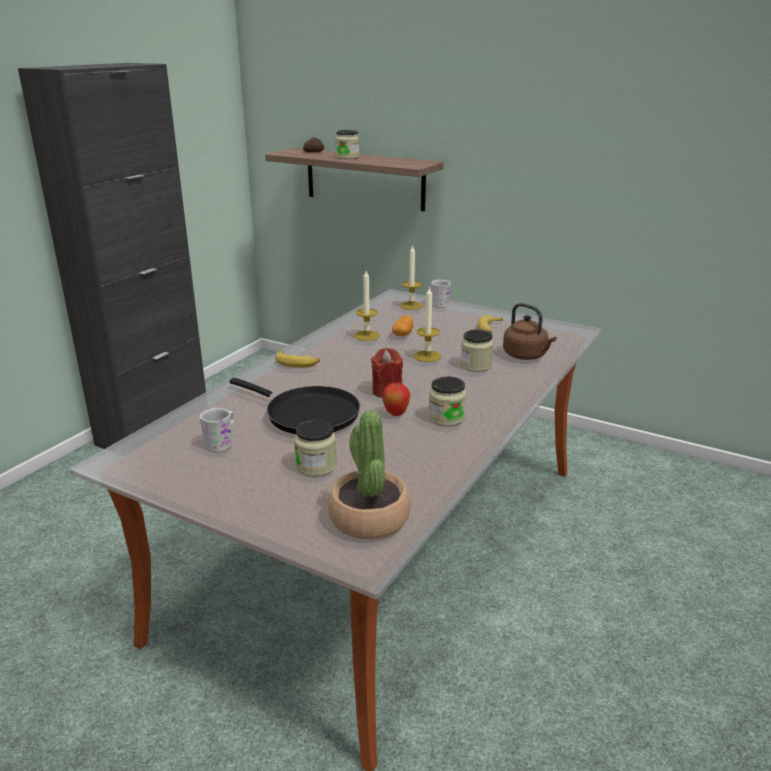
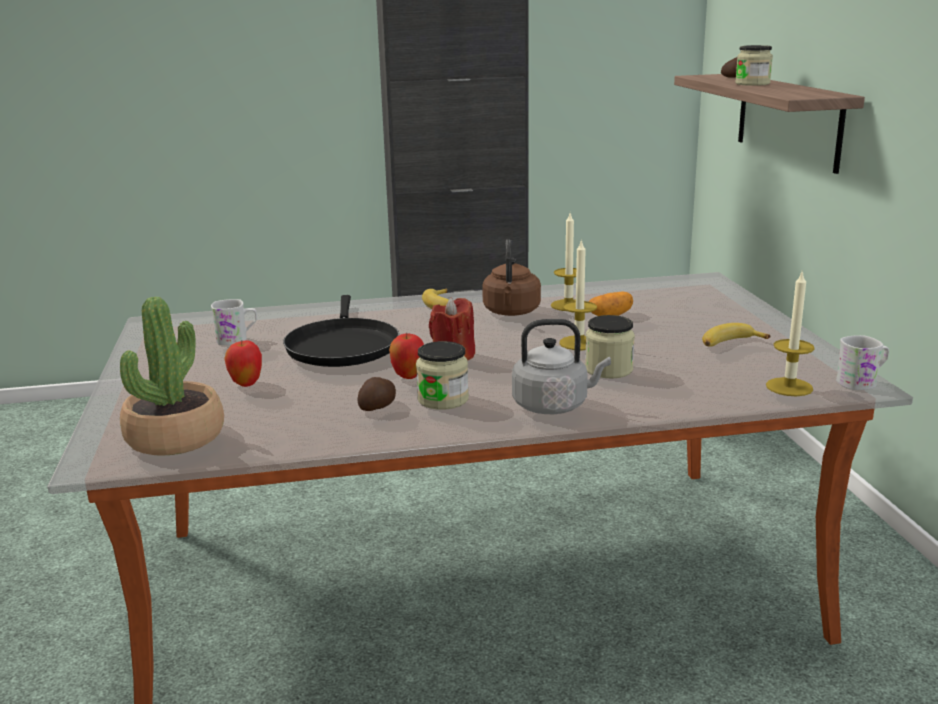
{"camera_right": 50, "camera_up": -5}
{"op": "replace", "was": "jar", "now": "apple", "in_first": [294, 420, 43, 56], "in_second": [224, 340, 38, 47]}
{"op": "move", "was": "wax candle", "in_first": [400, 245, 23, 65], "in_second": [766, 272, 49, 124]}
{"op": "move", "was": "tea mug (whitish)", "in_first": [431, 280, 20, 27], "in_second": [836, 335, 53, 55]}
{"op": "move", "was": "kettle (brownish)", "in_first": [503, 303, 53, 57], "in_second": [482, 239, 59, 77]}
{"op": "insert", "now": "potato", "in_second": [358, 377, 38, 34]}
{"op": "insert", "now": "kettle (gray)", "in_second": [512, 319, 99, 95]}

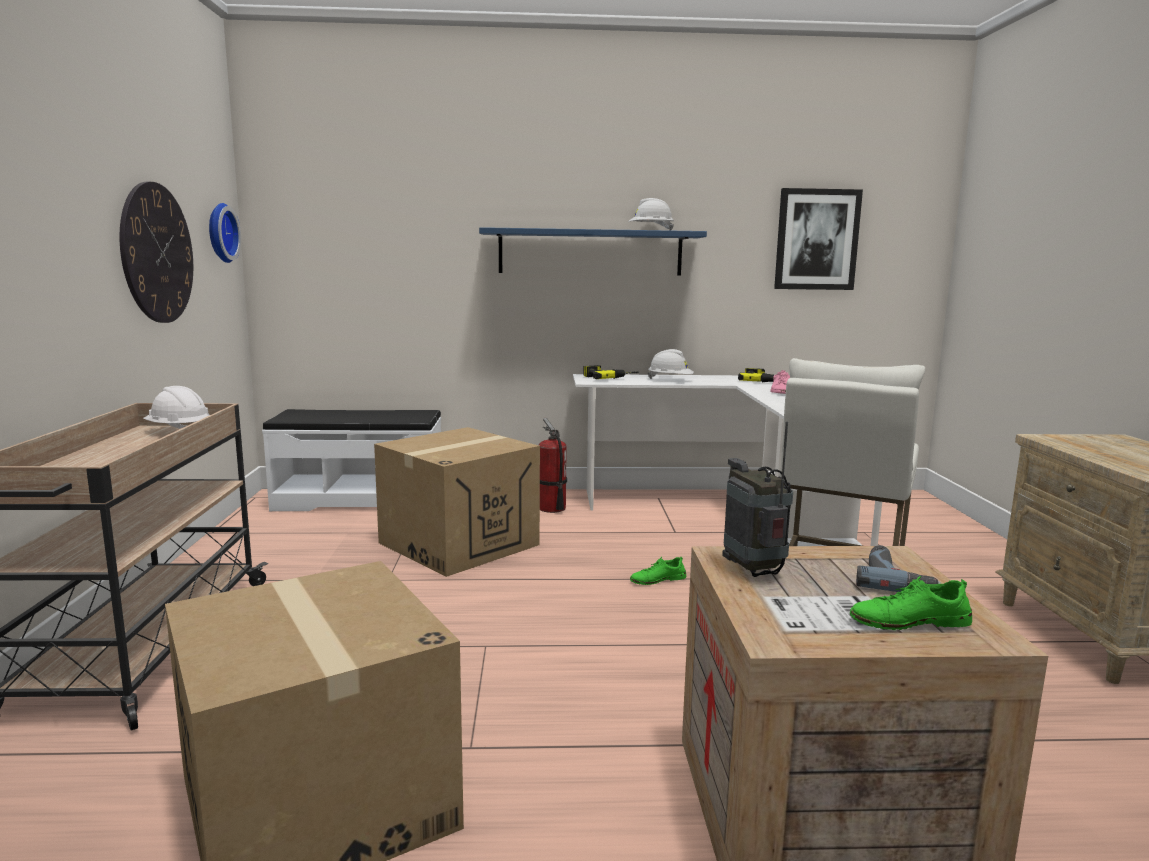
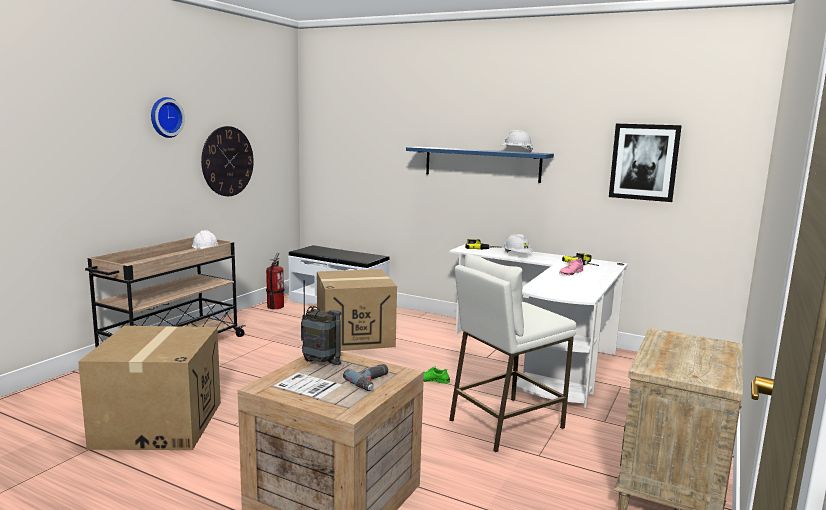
{"camera_right": 30, "camera_up": 0}
{"op": "move", "was": "wall clock", "in_first": [209, 203, 32, 60], "in_second": [151, 97, 34, 41]}
{"op": "move", "was": "fire-fighting cylinder", "in_first": [539, 418, 28, 95], "in_second": [266, 253, 18, 56]}
{"op": "rotate", "was": "radio receiver", "in_first": [722, 421, 71, 156], "in_second": [301, 280, 41, 85], "clockwise": 105}
{"op": "delete", "was": "low shoe (green-coloured)", "in_first": [850, 576, 122, 54]}

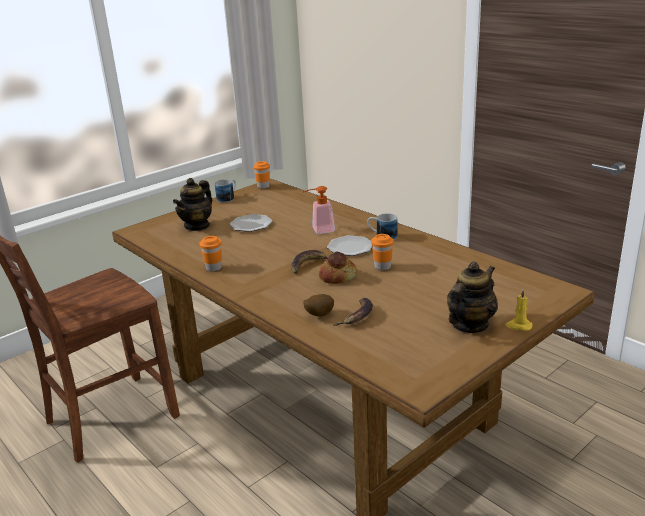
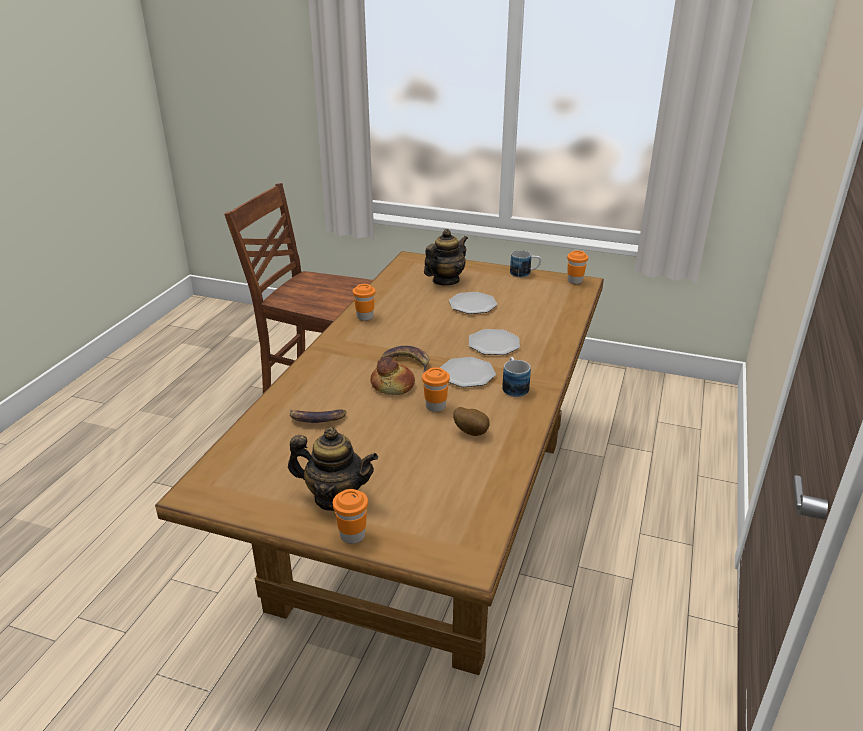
{"camera_right": 60, "camera_up": 5}
{"op": "rotate", "was": "teapot", "in_first": [173, 178, 39, 53], "in_second": [424, 229, 44, 57], "clockwise": 135}
{"op": "replace", "was": "liquid soap bottle", "now": "flat dish", "in_first": [302, 186, 33, 48], "in_second": [469, 329, 51, 26]}
{"op": "move", "was": "potato", "in_first": [303, 294, 31, 22], "in_second": [453, 407, 36, 29]}
{"op": "replace", "was": "wax candle (yellow-coloured)", "now": "drinking cup (orangey)", "in_first": [505, 289, 27, 42], "in_second": [333, 489, 35, 55]}

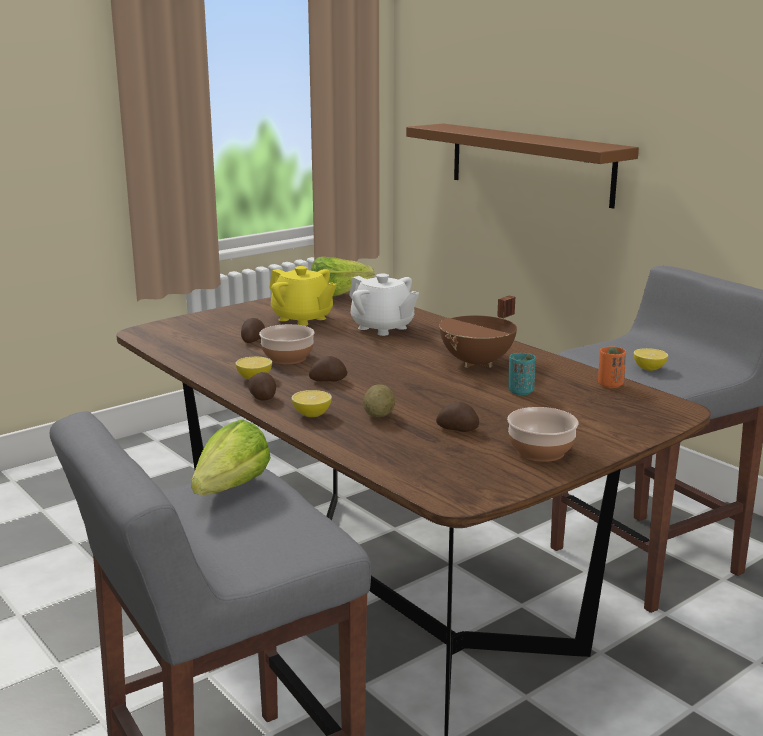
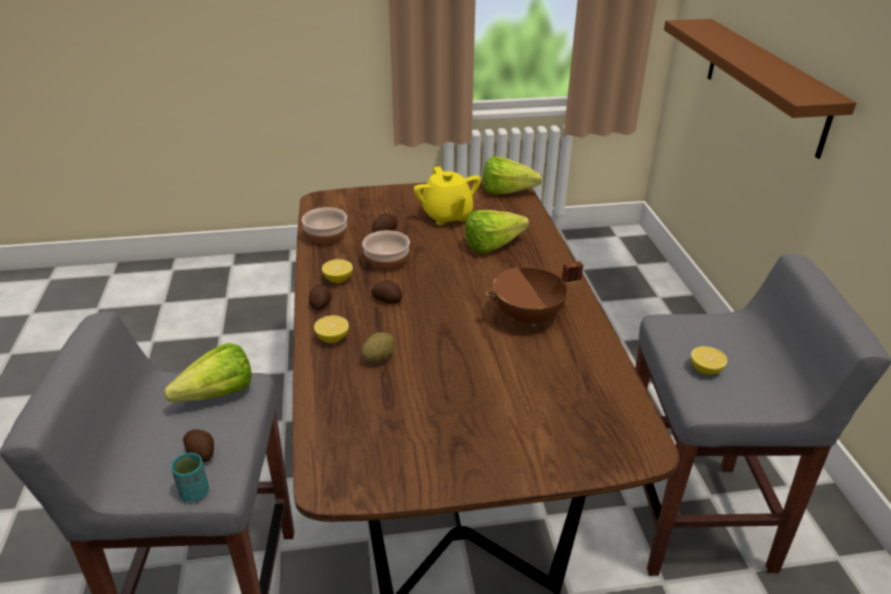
{"camera_right": 30, "camera_up": 15}
{"op": "replace", "was": "teapot (whitish)", "now": "lettuce head", "in_first": [349, 273, 70, 63], "in_second": [465, 210, 64, 43]}
{"op": "move", "was": "potato", "in_first": [436, 402, 43, 30], "in_second": [183, 429, 31, 33]}
{"op": "move", "was": "deep dish", "in_first": [507, 407, 71, 55], "in_second": [302, 207, 45, 38]}
{"op": "move", "was": "drinking cup (blue-green)", "in_first": [508, 353, 28, 42], "in_second": [171, 453, 38, 49]}
{"op": "delete", "was": "drinking cup (orangey)", "in_first": [598, 346, 28, 42]}

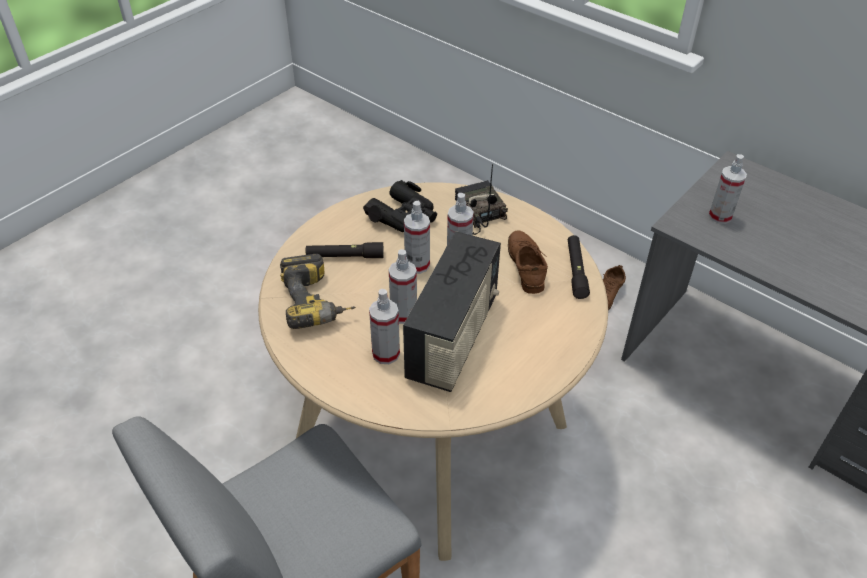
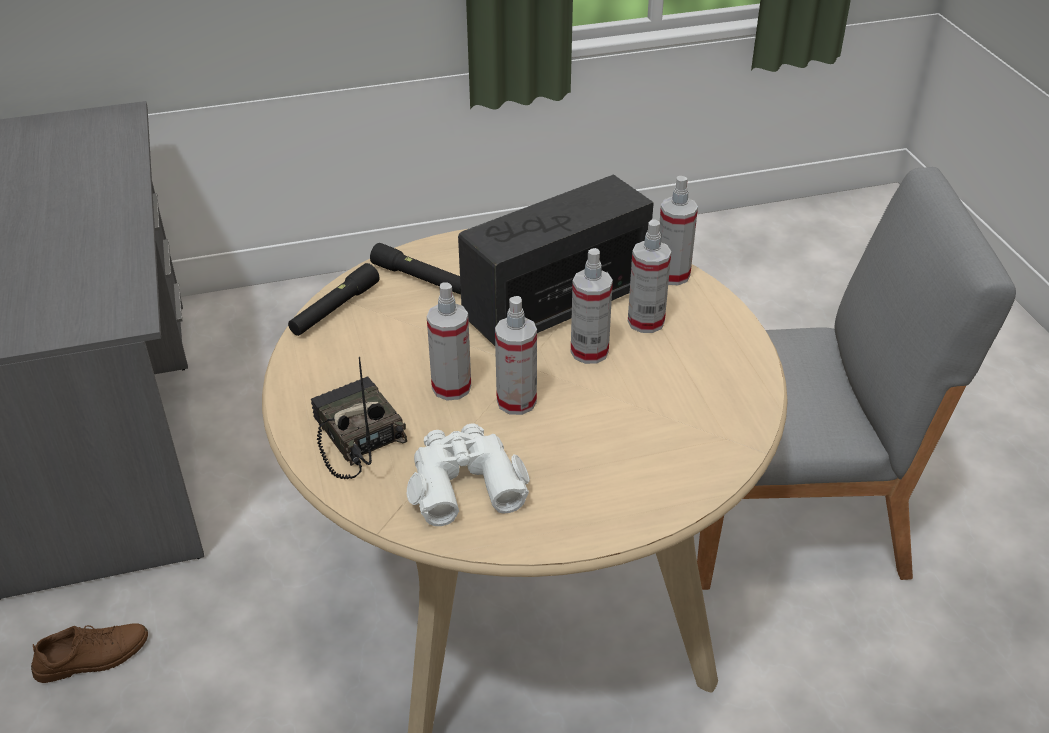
{"camera_right": -145, "camera_up": -5}
{"op": "delete", "was": "drill", "in_first": [280, 254, 76, 75]}
{"op": "move", "was": "flashlight (black)", "in_first": [306, 242, 78, 16], "in_second": [370, 243, 91, 52]}
{"op": "recolor", "was": "field glasses (black)", "now": "field glasses (whitish)", "in_first": [363, 180, 74, 52], "in_second": [407, 424, 123, 102]}
{"op": "rotate", "was": "radio receiver", "in_first": [455, 164, 53, 71], "in_second": [311, 357, 96, 122], "clockwise": 135}
{"op": "delete", "was": "low shoe (brownish)", "in_first": [508, 231, 40, 63]}
{"op": "move", "was": "sprayer", "in_first": [708, 154, 39, 70], "in_second": [659, 176, 39, 109]}

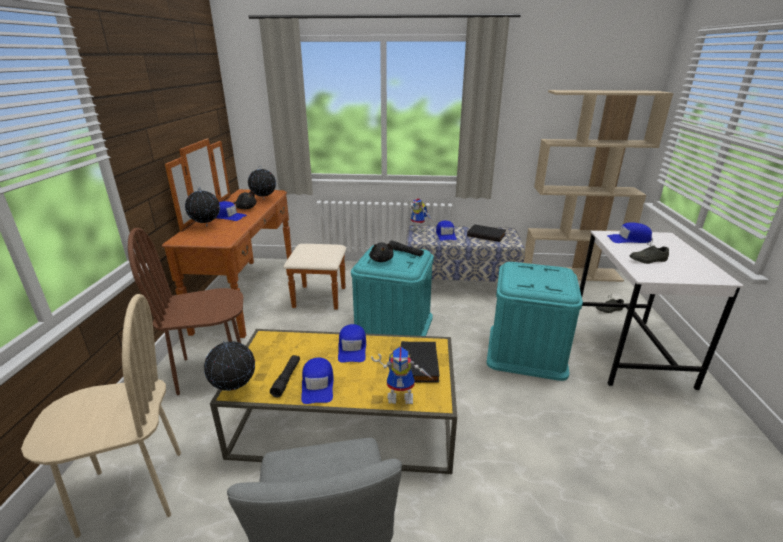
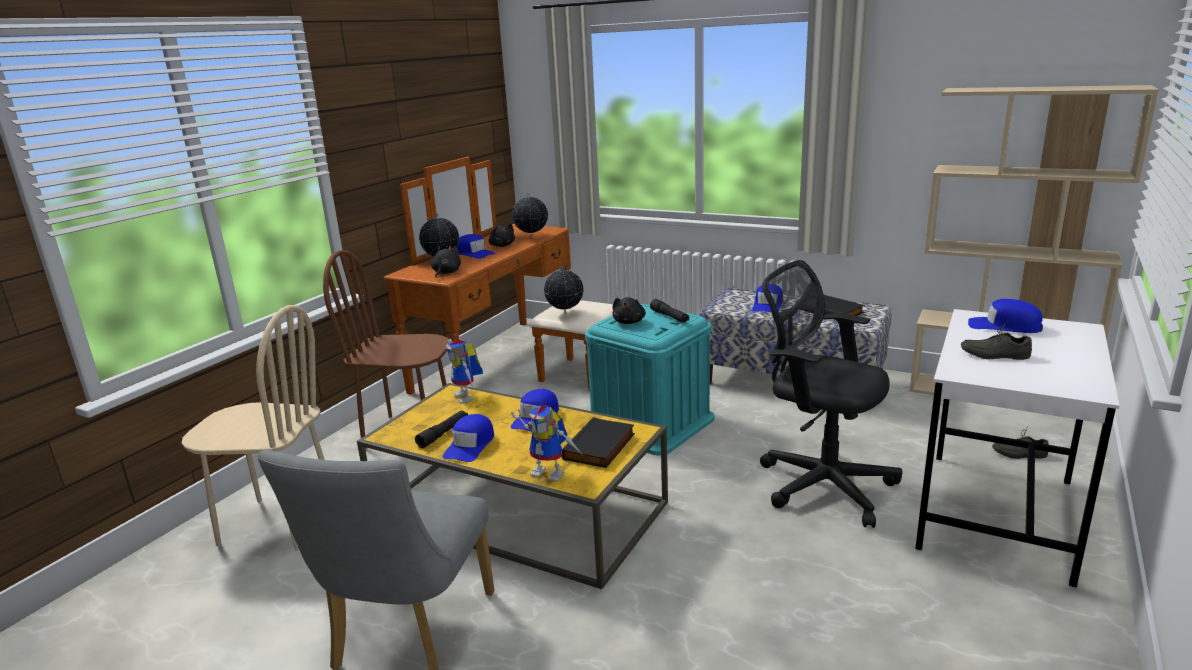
{"camera_right": 25, "camera_up": -5}
{"op": "move", "was": "world globe", "in_first": [204, 341, 51, 50], "in_second": [544, 266, 40, 48]}
{"op": "move", "was": "model robot", "in_first": [405, 198, 27, 35], "in_second": [446, 339, 37, 65]}
{"op": "replace", "was": "storage bin (blue-green)", "now": "desk chair (black)", "in_first": [487, 262, 96, 119], "in_second": [760, 260, 143, 268]}
{"op": "insert", "now": "cuddly toy (black)", "in_second": [431, 246, 30, 32]}

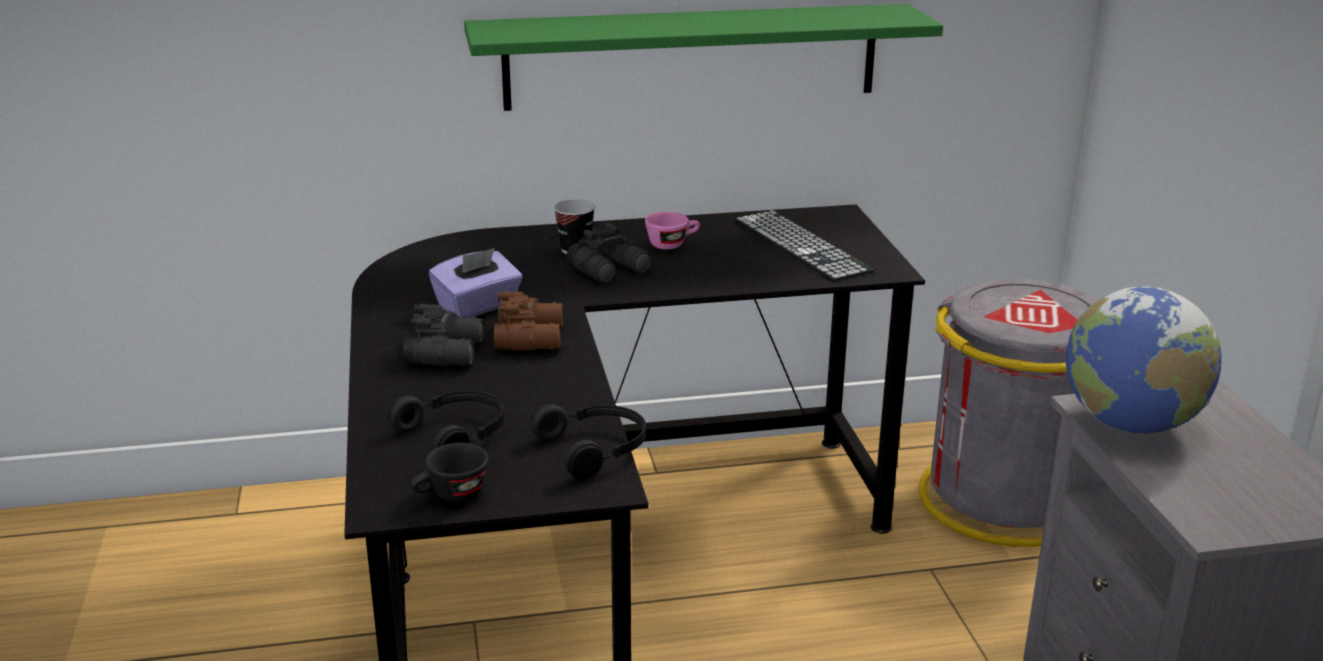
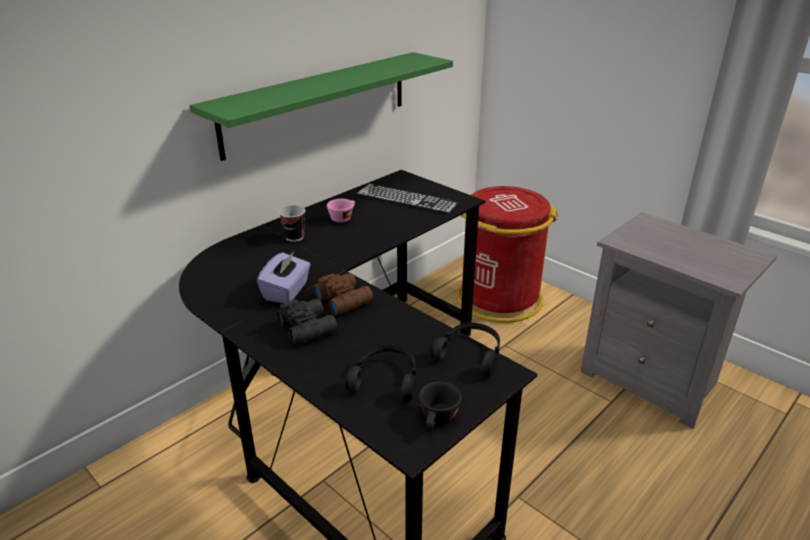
{"camera_right": -35, "camera_up": 5}
{"op": "delete", "was": "field glasses (black)", "in_first": [567, 222, 85, 61]}
{"op": "recolor", "was": "waste bin (gray)", "now": "waste bin (reddish)", "in_first": [919, 279, 179, 268], "in_second": [457, 186, 101, 136]}
{"op": "delete", "was": "world globe", "in_first": [1066, 286, 156, 147]}

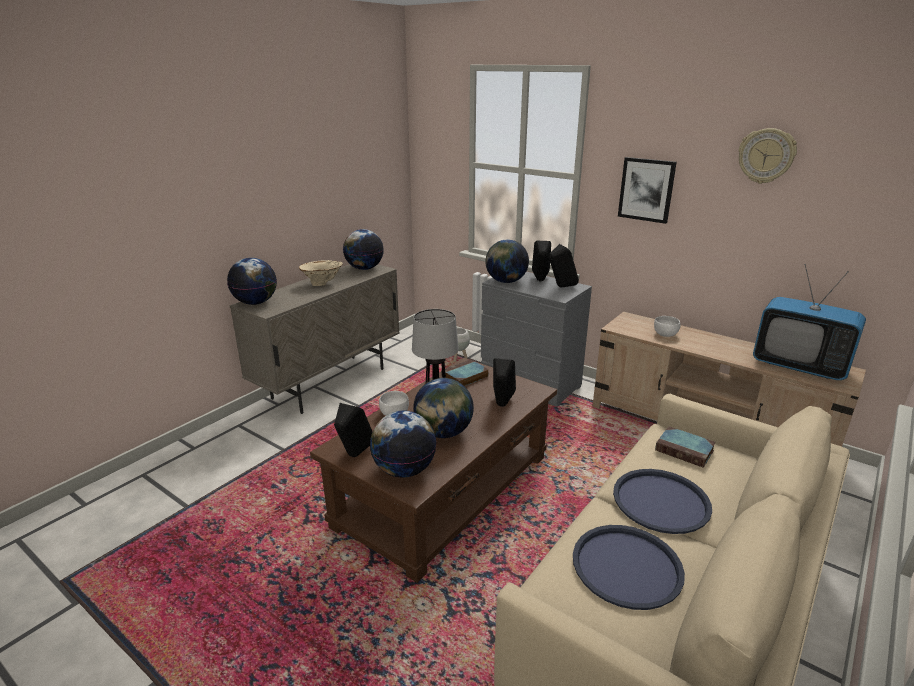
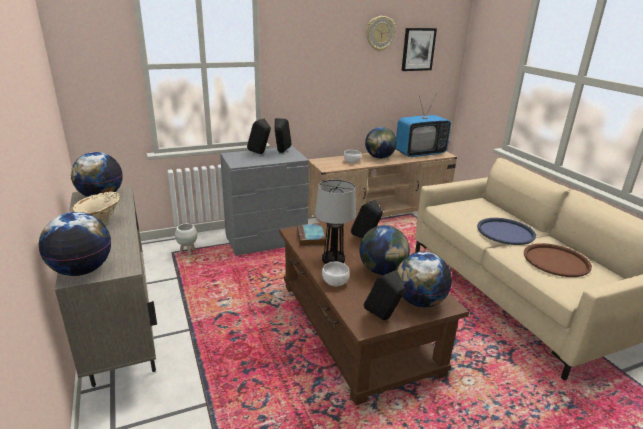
{"camera_right": -60, "camera_up": 0}
{"op": "move", "was": "world globe", "in_first": [485, 240, 44, 43], "in_second": [365, 127, 32, 32]}
{"op": "recolor", "was": "serving tray (blue)", "now": "serving tray (brownish)", "in_first": [573, 525, 112, 85], "in_second": [524, 243, 68, 34]}
{"op": "move", "was": "wall art", "in_first": [618, 157, 59, 67], "in_second": [402, 28, 35, 43]}
{"op": "delete", "was": "bound book", "in_first": [655, 426, 61, 42]}

